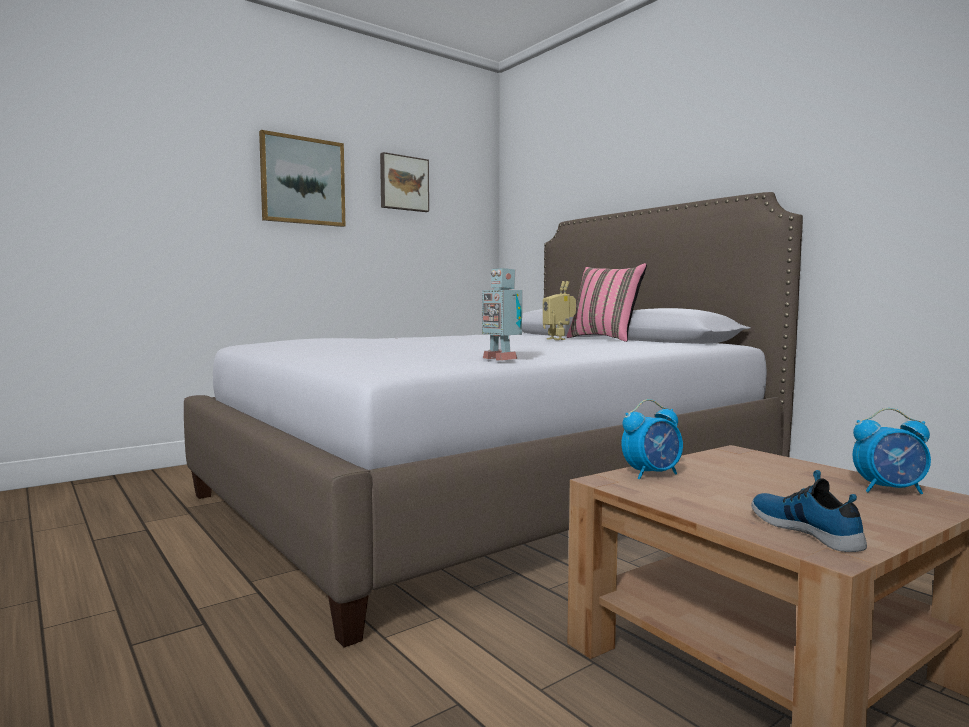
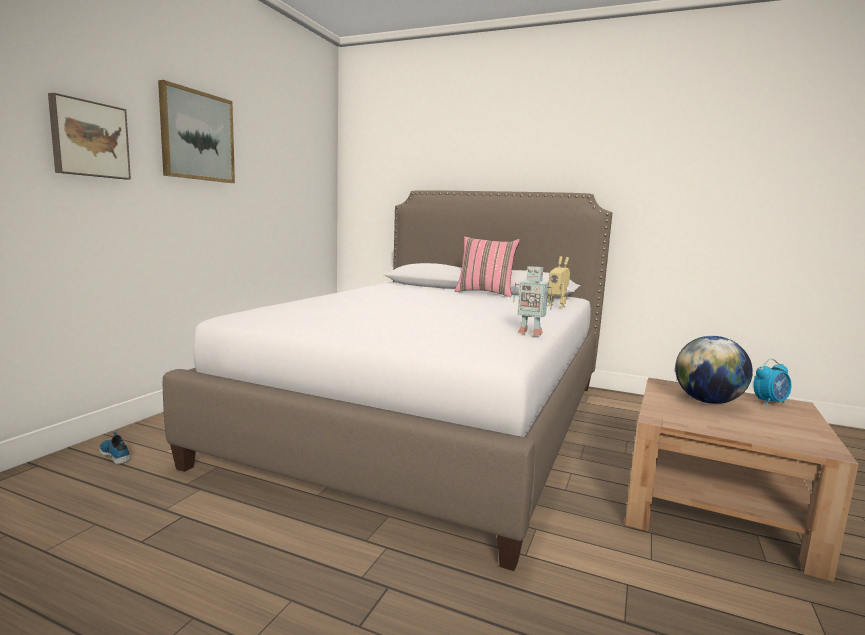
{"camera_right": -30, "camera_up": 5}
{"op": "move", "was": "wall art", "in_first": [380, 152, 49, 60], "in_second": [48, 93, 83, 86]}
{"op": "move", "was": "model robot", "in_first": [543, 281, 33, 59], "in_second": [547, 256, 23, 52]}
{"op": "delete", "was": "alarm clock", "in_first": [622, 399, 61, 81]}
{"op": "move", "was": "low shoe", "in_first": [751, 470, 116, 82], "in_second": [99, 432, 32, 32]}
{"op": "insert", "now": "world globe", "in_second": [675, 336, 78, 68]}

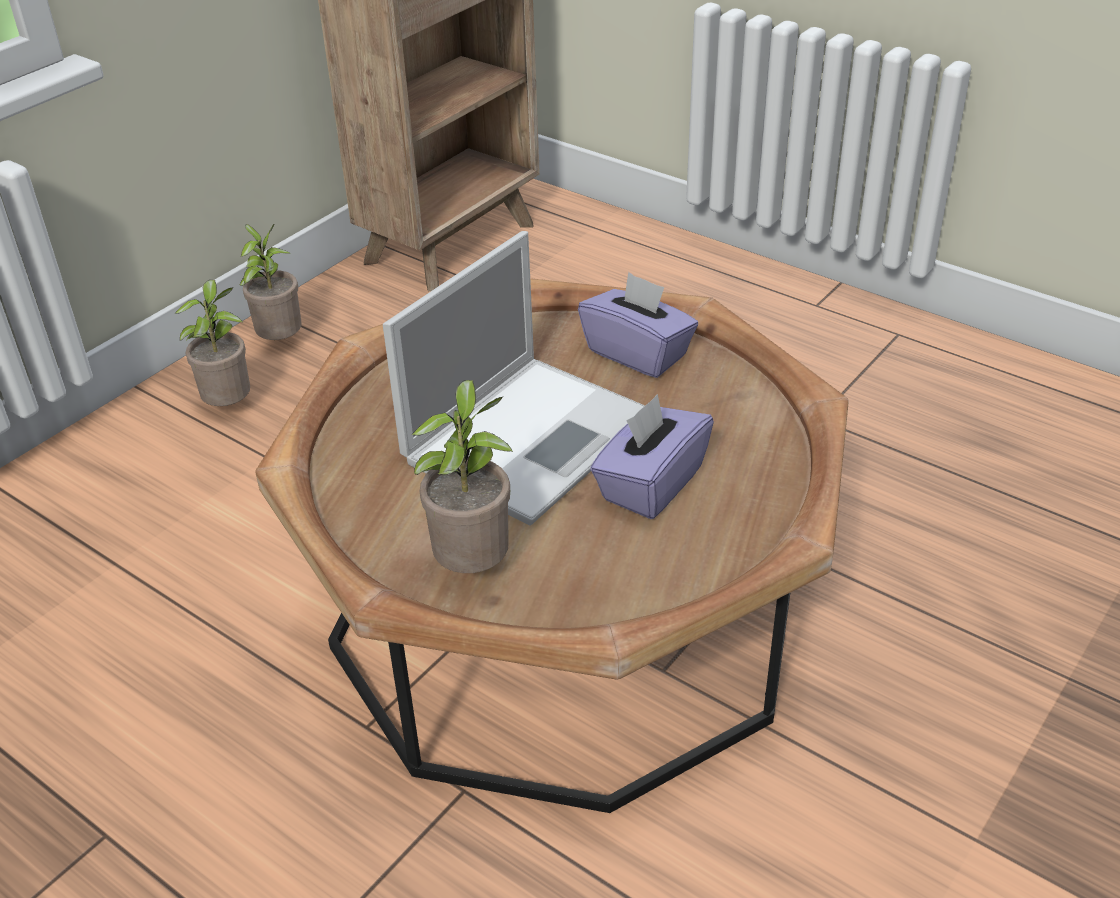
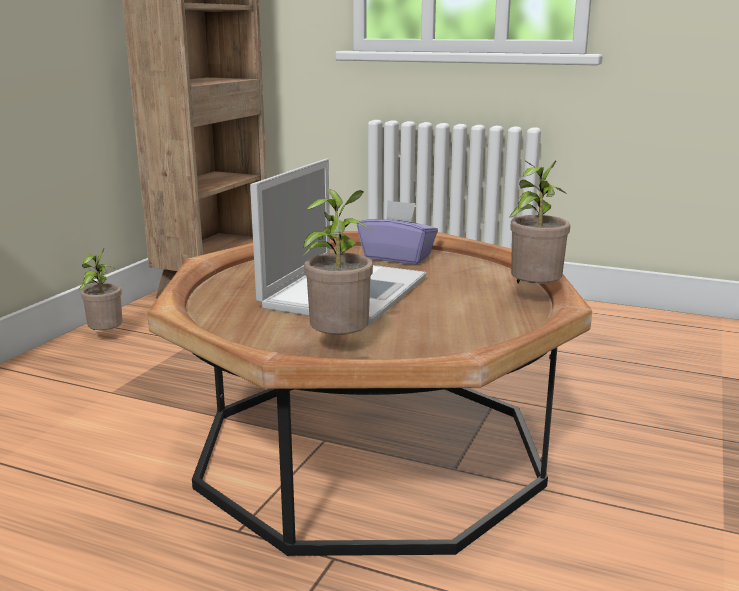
{"camera_right": -15, "camera_up": -20}
{"op": "move", "was": "potted plant", "in_first": [175, 280, 75, 126], "in_second": [509, 160, 61, 124]}
{"op": "delete", "was": "tissue holder (purple-coloured)", "in_first": [590, 394, 124, 125]}

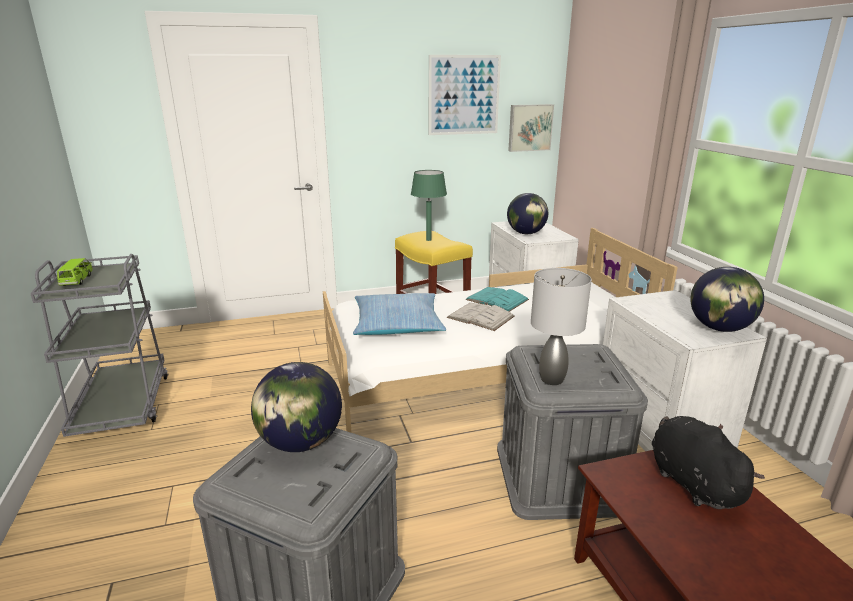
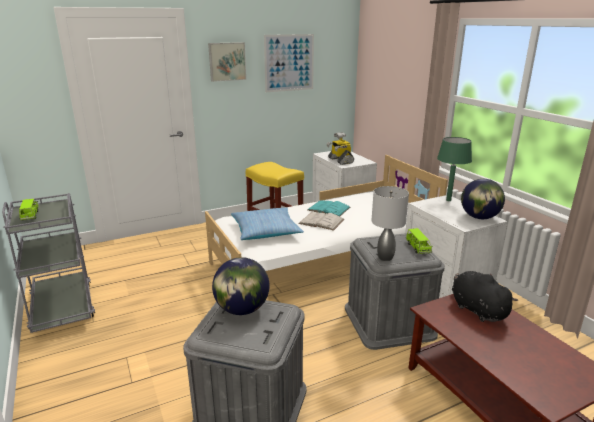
{"camera_right": -10, "camera_up": 0}
{"op": "move", "was": "table lamp (green-coloured)", "in_first": [411, 170, 36, 71], "in_second": [437, 137, 35, 64]}
{"op": "replace", "was": "world globe", "now": "model robot", "in_first": [507, 193, 41, 41], "in_second": [327, 132, 27, 33]}
{"op": "move", "was": "wall art", "in_first": [508, 104, 46, 48], "in_second": [208, 42, 38, 40]}
{"op": "insert", "now": "toy car (green-coloured)", "in_second": [406, 228, 26, 26]}

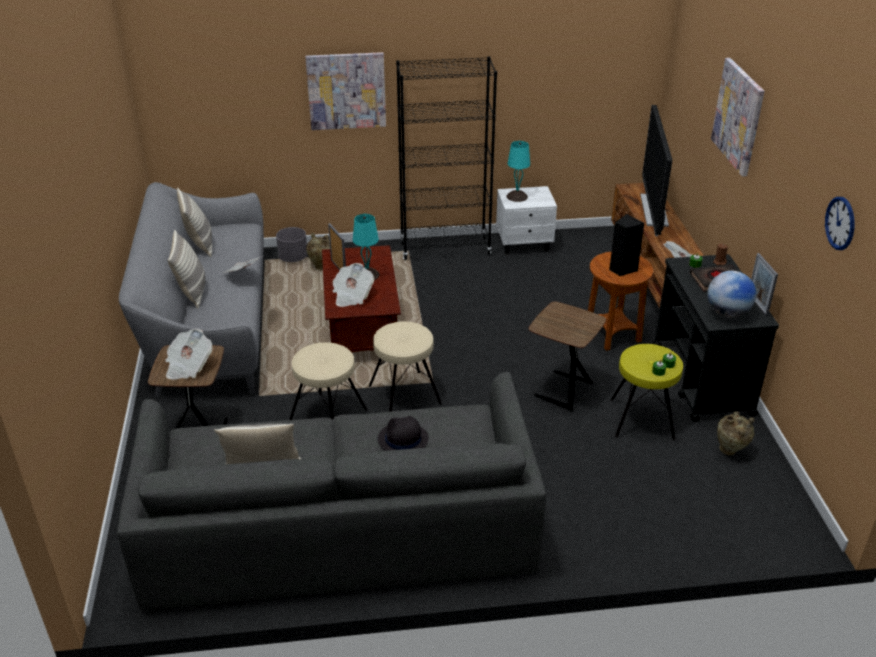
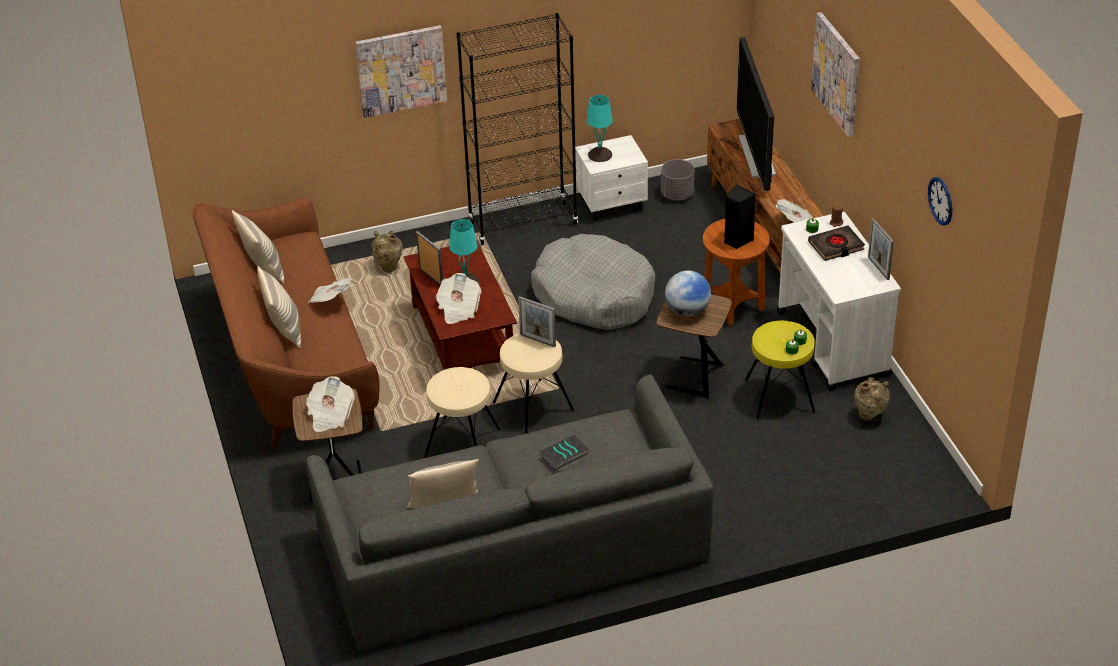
{"camera_right": -10, "camera_up": 5}
{"op": "recolor", "was": "sofa (gray)", "now": "sofa (brownish)", "in_first": [119, 182, 145, 215], "in_second": [193, 197, 187, 252]}
{"op": "move", "was": "flower pot (gray)", "in_first": [276, 227, 32, 35], "in_second": [661, 159, 34, 41]}
{"op": "replace", "was": "clothing hat (black)", "now": "bound book", "in_first": [378, 416, 51, 35], "in_second": [540, 435, 49, 37]}
{"op": "recolor", "was": "wheeled cart (black)", "now": "wheeled cart (whitish)", "in_first": [653, 254, 126, 168], "in_second": [777, 212, 124, 179]}
{"op": "move", "was": "world globe", "in_first": [707, 271, 49, 47], "in_second": [665, 271, 46, 46]}
{"op": "insert", "now": "standing frame", "in_second": [518, 296, 38, 51]}
{"op": "insert", "now": "dog bed (gray)", "in_second": [531, 234, 124, 96]}

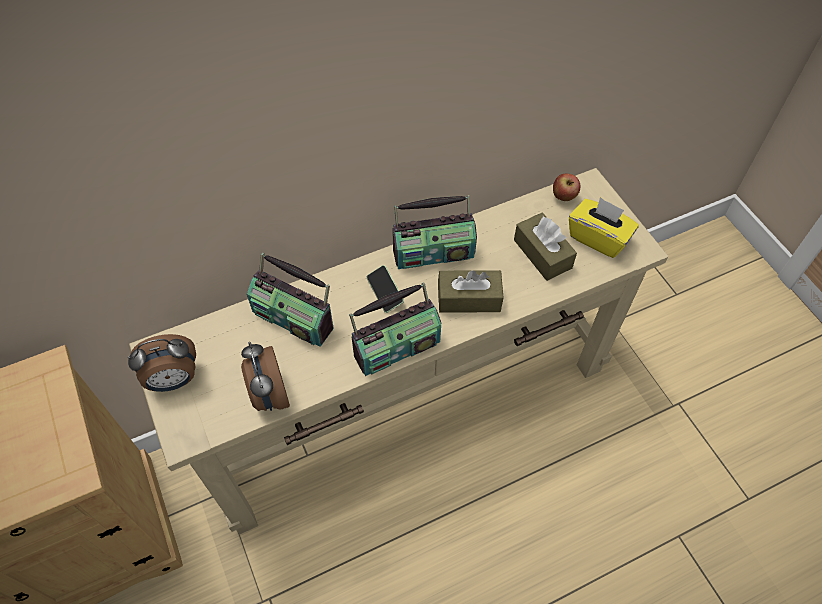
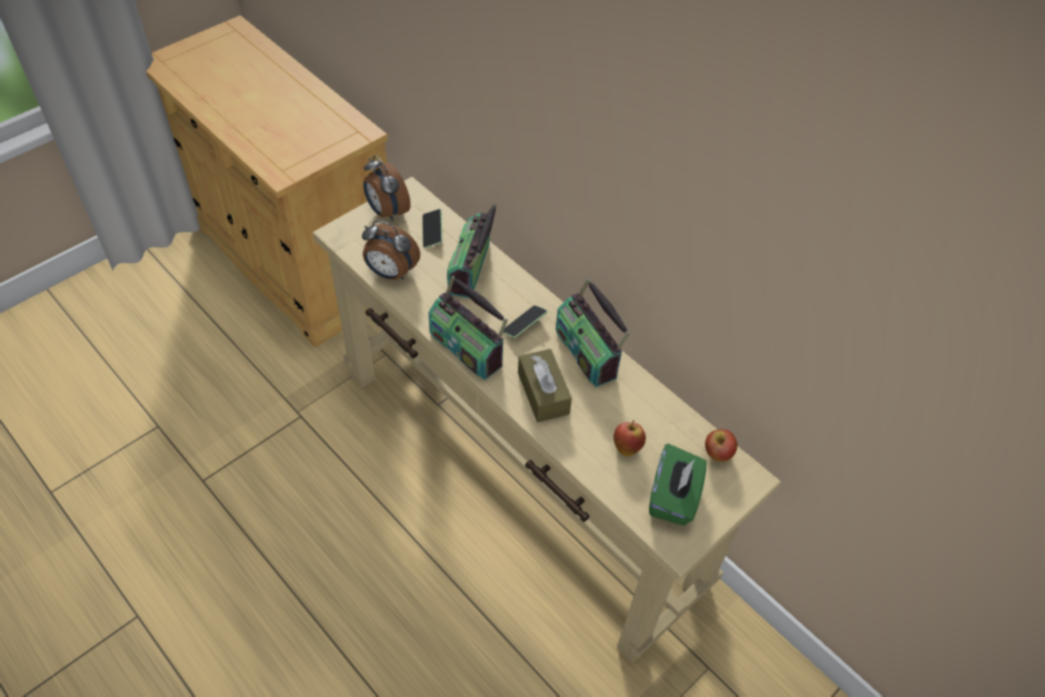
{"camera_right": 70, "camera_up": -5}
{"op": "rotate", "was": "alarm clock", "in_first": [241, 342, 49, 69], "in_second": [362, 220, 58, 60], "clockwise": -120}
{"op": "replace", "was": "tissue holder (brownish)", "now": "apple", "in_first": [514, 213, 63, 68], "in_second": [614, 420, 32, 37]}
{"op": "recolor", "was": "tissue holder (yellow-coloured)", "now": "tissue holder (green-coloured)", "in_first": [569, 197, 70, 61], "in_second": [649, 444, 57, 81]}
{"op": "insert", "now": "phone", "in_second": [422, 209, 20, 39]}

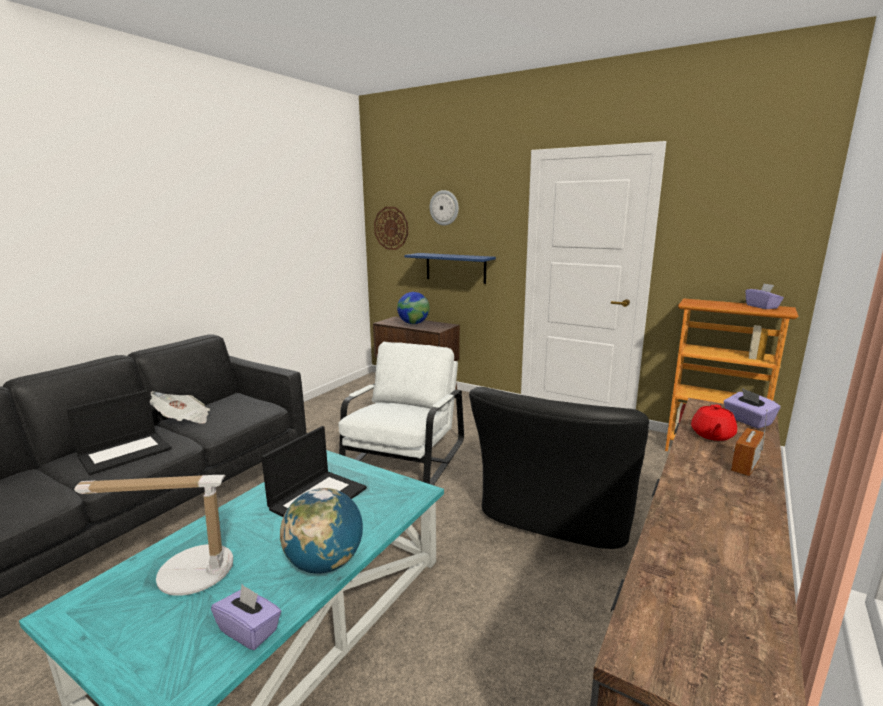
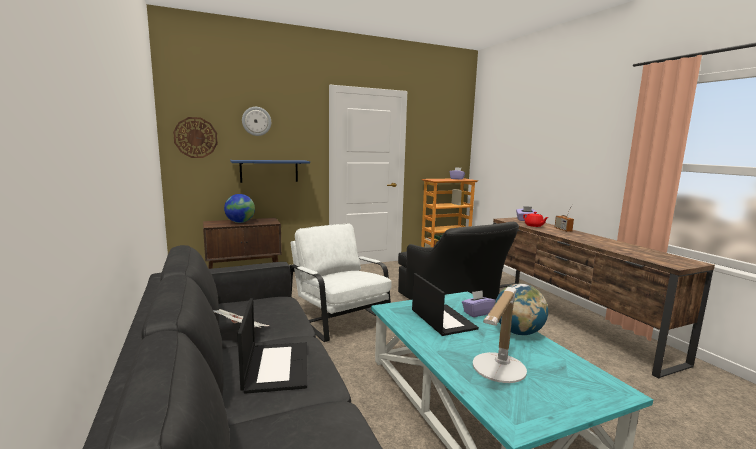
{"camera_right": -55, "camera_up": -5}
{"op": "move", "was": "tissue holder (purple-coloured)", "in_first": [211, 584, 71, 66], "in_second": [462, 290, 33, 27]}

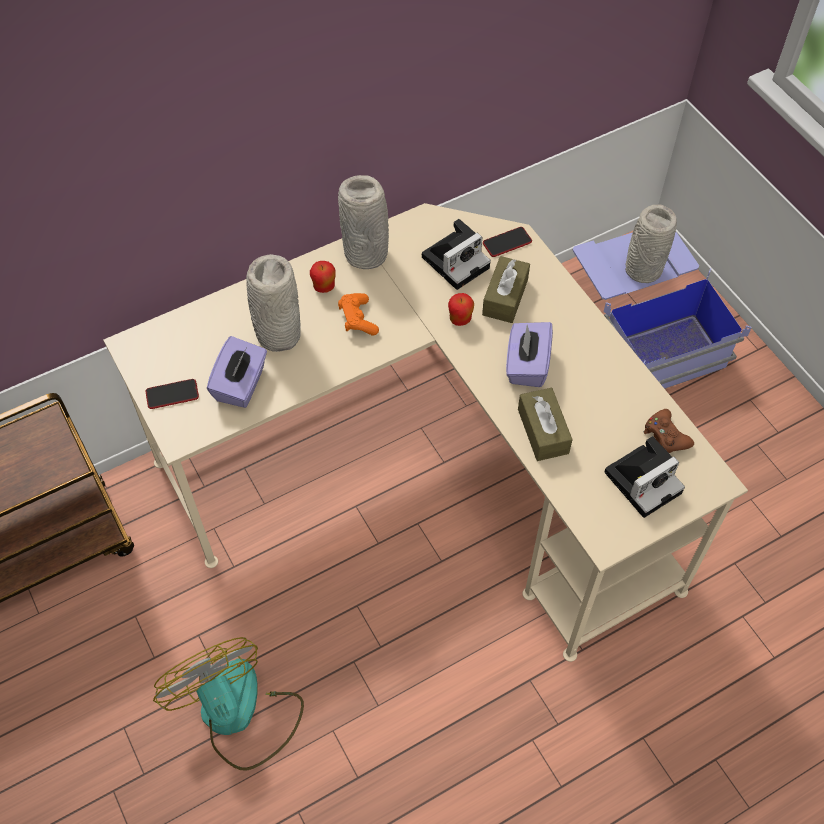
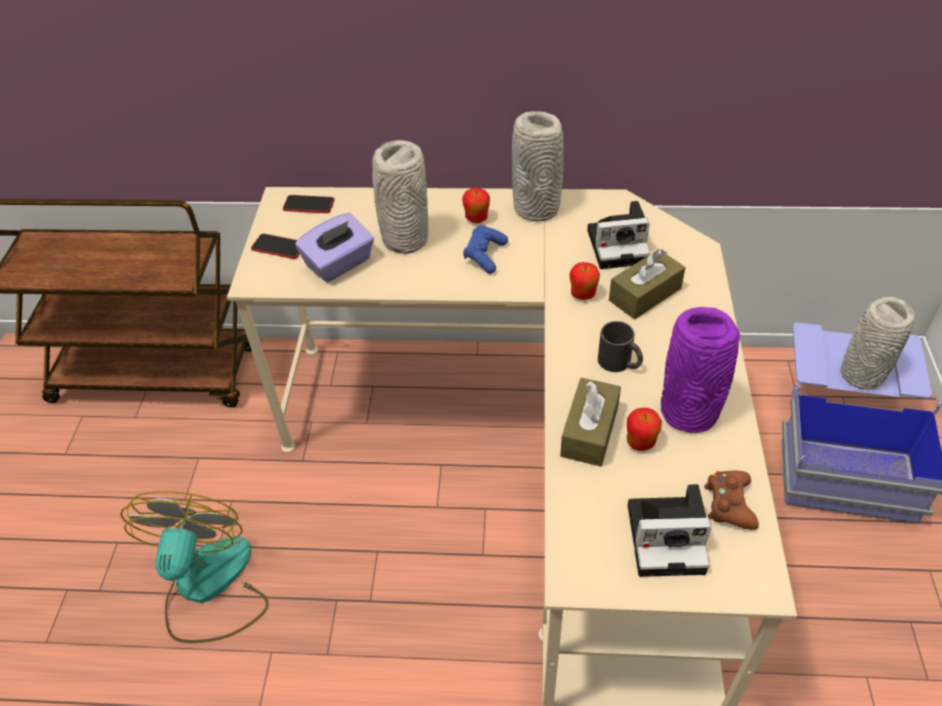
{"camera_right": 35, "camera_up": -10}
{"op": "recolor", "was": "gamepad (orangey)", "now": "gamepad (blue)", "in_first": [338, 293, 41, 43], "in_second": [463, 225, 45, 49]}
{"op": "move", "was": "phone", "in_first": [483, 227, 49, 30], "in_second": [283, 195, 52, 18]}
{"op": "replace", "was": "tissue holder (purple-coloured)", "now": "tea mug (black)", "in_first": [506, 322, 47, 65], "in_second": [598, 321, 45, 51]}
{"op": "insert", "now": "apple", "in_second": [627, 408, 35, 43]}
{"op": "insert", "now": "decorative vase (purple-coloured)", "in_second": [661, 307, 79, 126]}

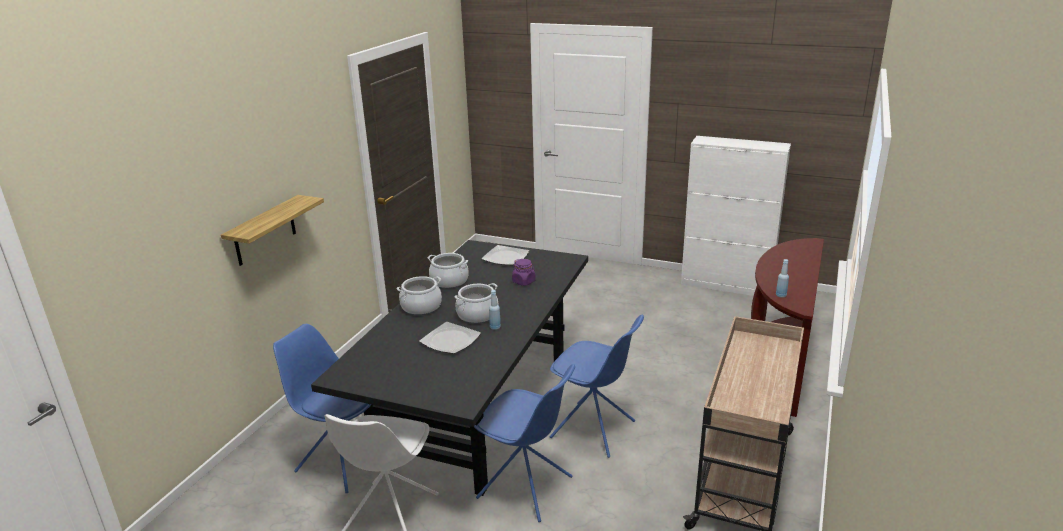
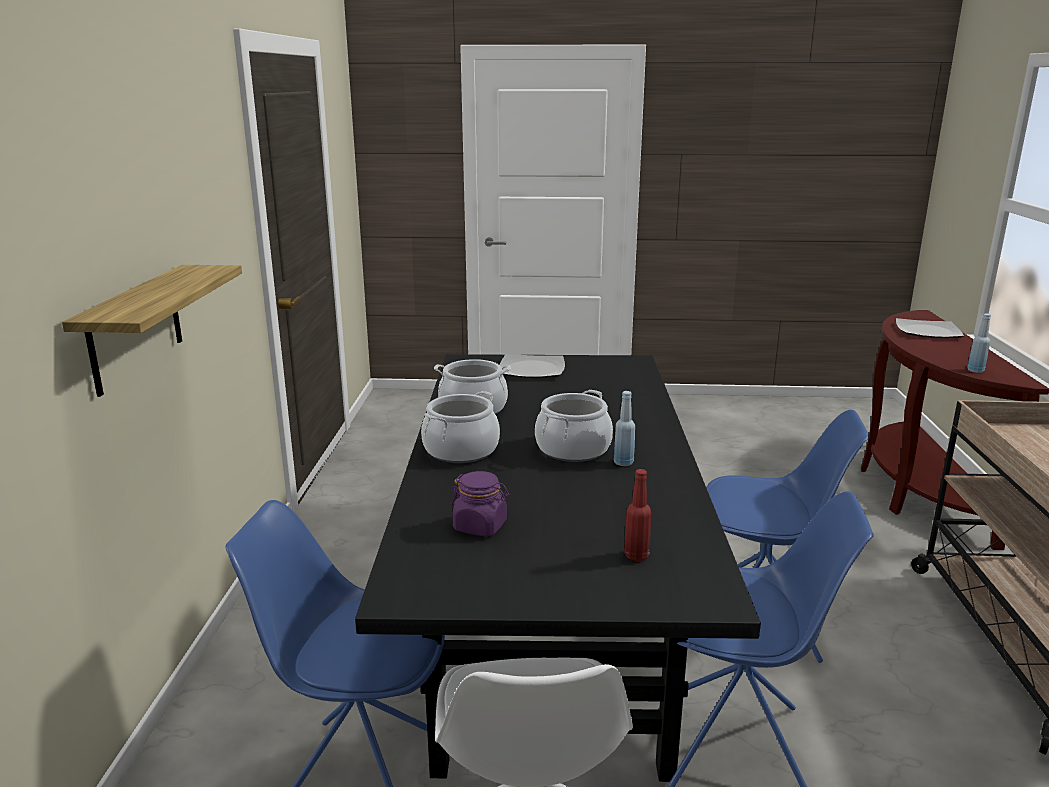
{"camera_right": -20, "camera_up": -5}
{"op": "move", "was": "flat dish", "in_first": [419, 322, 62, 32], "in_second": [896, 318, 68, 20]}
{"op": "move", "was": "jar (purple-coloured)", "in_first": [512, 259, 24, 27], "in_second": [451, 471, 58, 66]}
{"op": "delete", "was": "cabinet (whitish)", "in_first": [681, 136, 110, 160]}
{"op": "insert", "now": "beverage bottle (reddish)", "in_second": [624, 469, 27, 92]}

